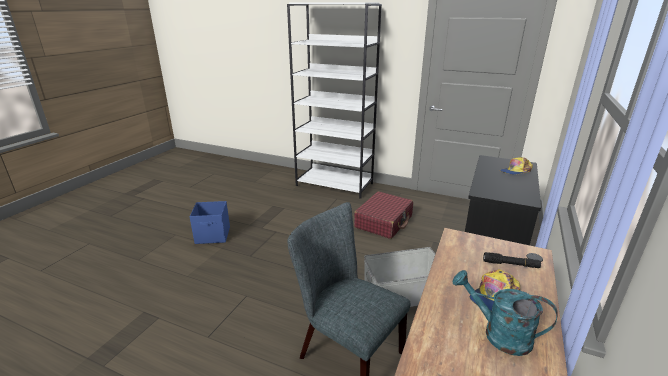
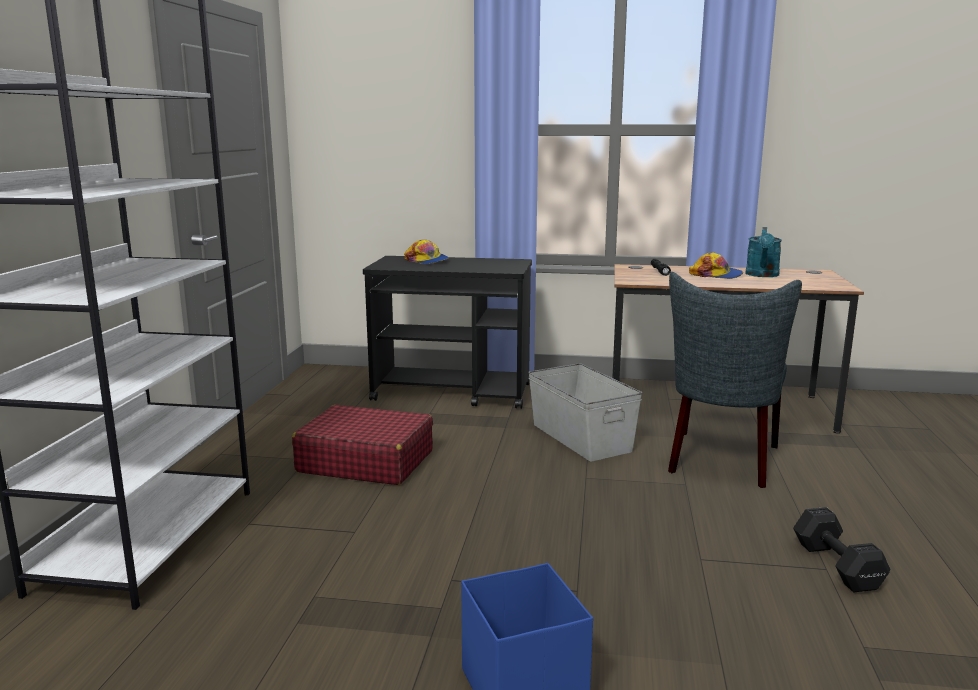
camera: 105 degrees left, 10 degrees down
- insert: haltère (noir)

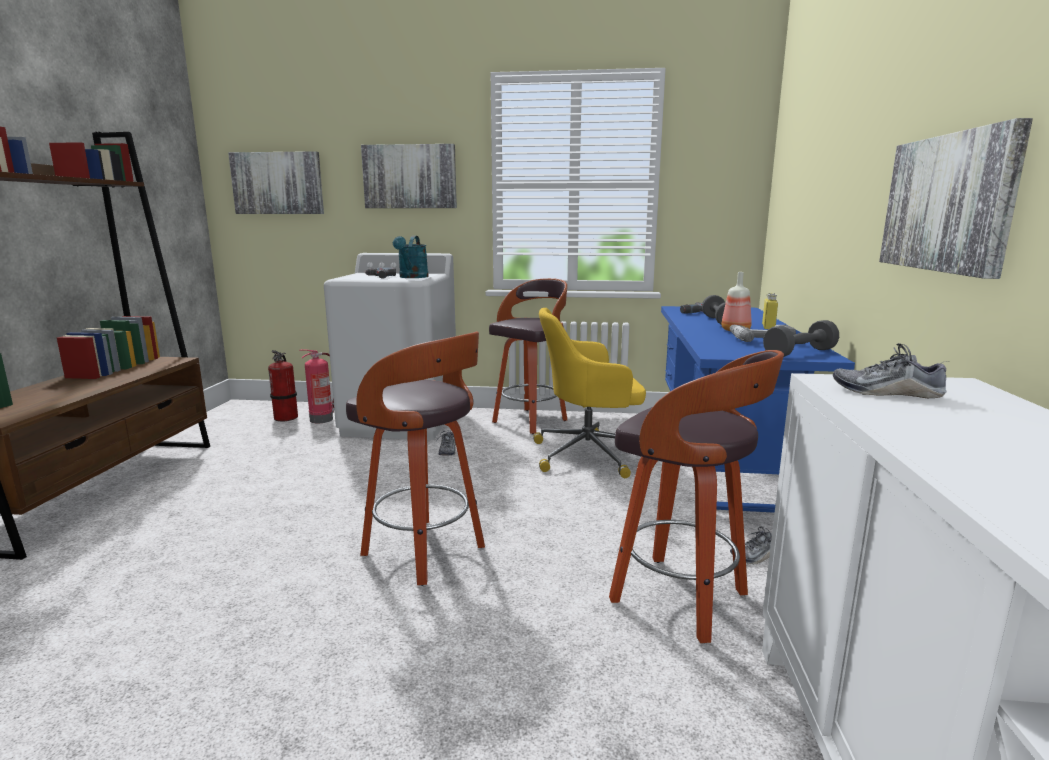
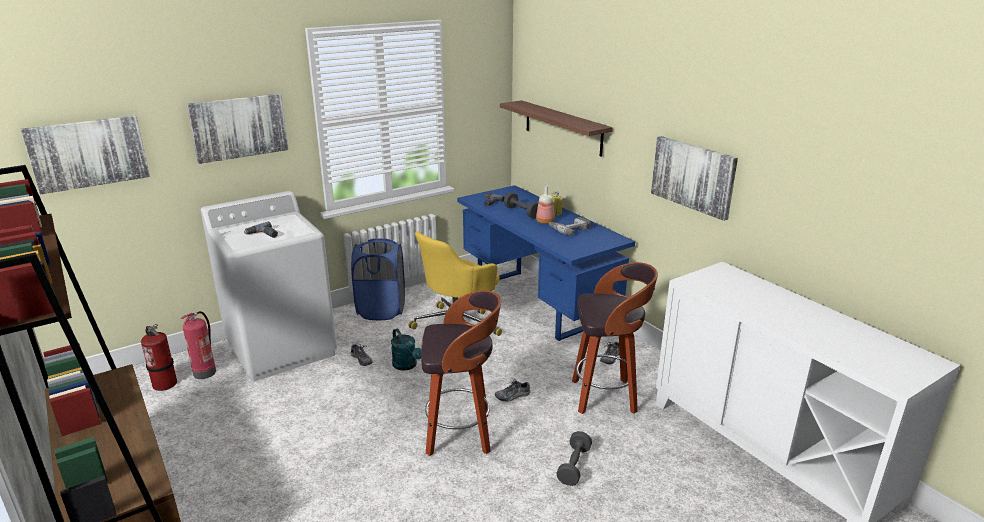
camera: 40 degrees left, 10 degrees up
- replace: tabouret (2nd from left) to panier à linge (bleu)
- move: arrosoir (turquoise)
- move: chaussure (3rd from left in the first image) to chaussure (2nd from left)
- insert: étagère
- move: haltère (gris) (2nd from left)

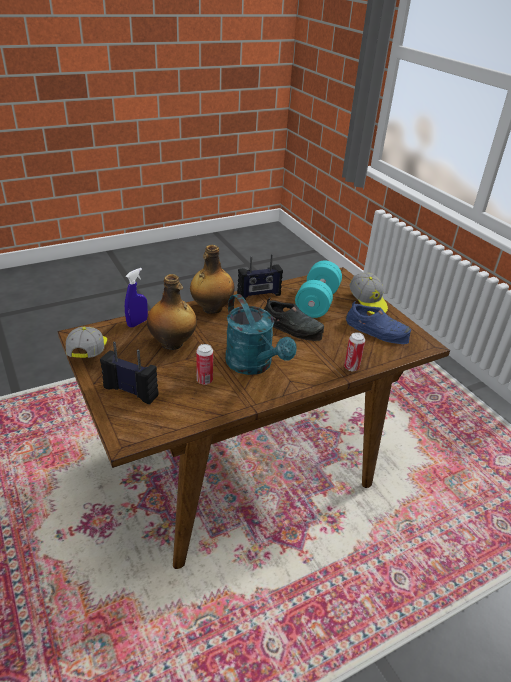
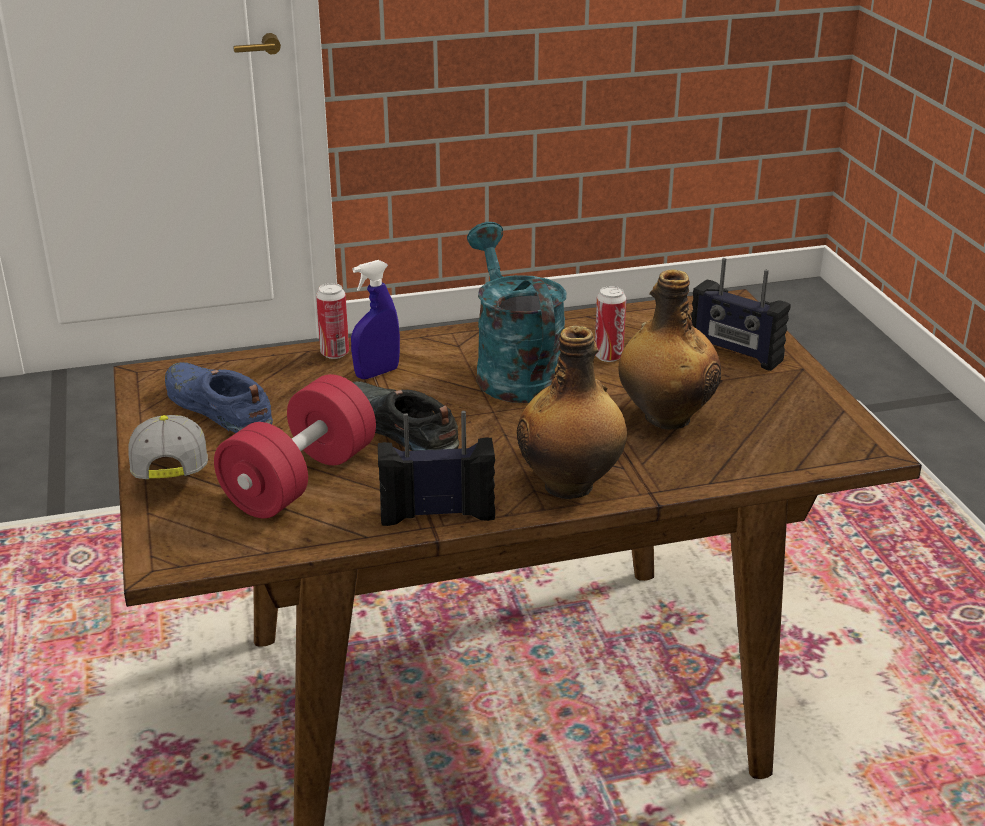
camera: 165 degrees left, 5 degrees down
- recolor: haltère (turquoise) to haltère (rouge)
- move: vaporisateur (bleu)
- delete: casquette (1st from left)

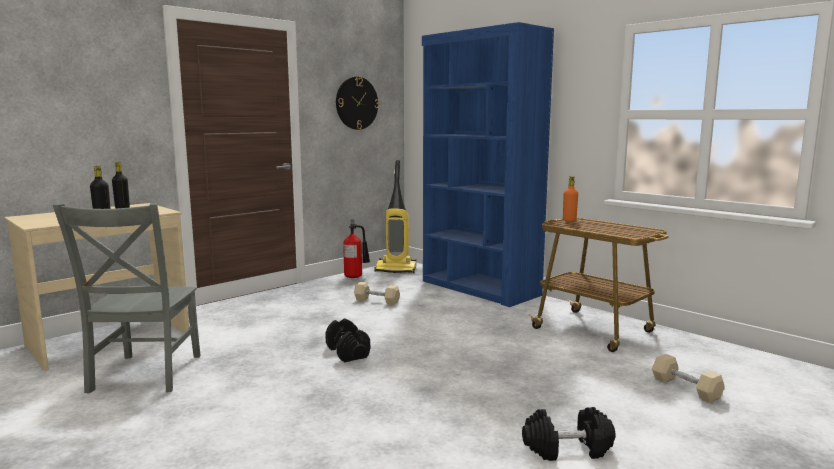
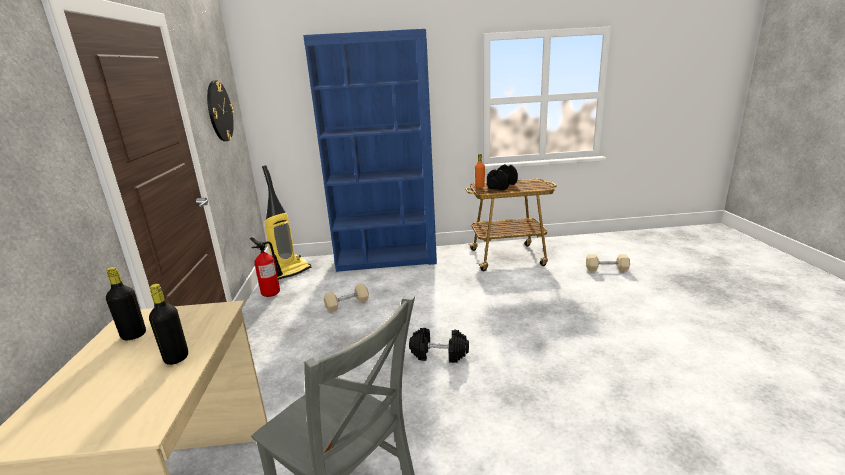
camera: 50 degrees left, 10 degrees up
- move: haltère (noir) (2nd from left)

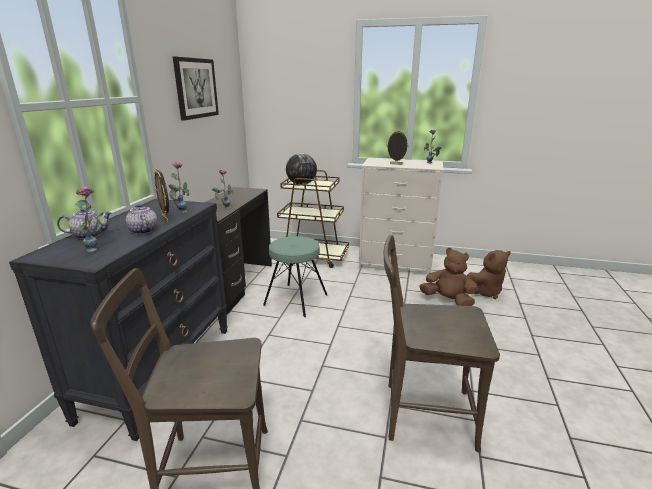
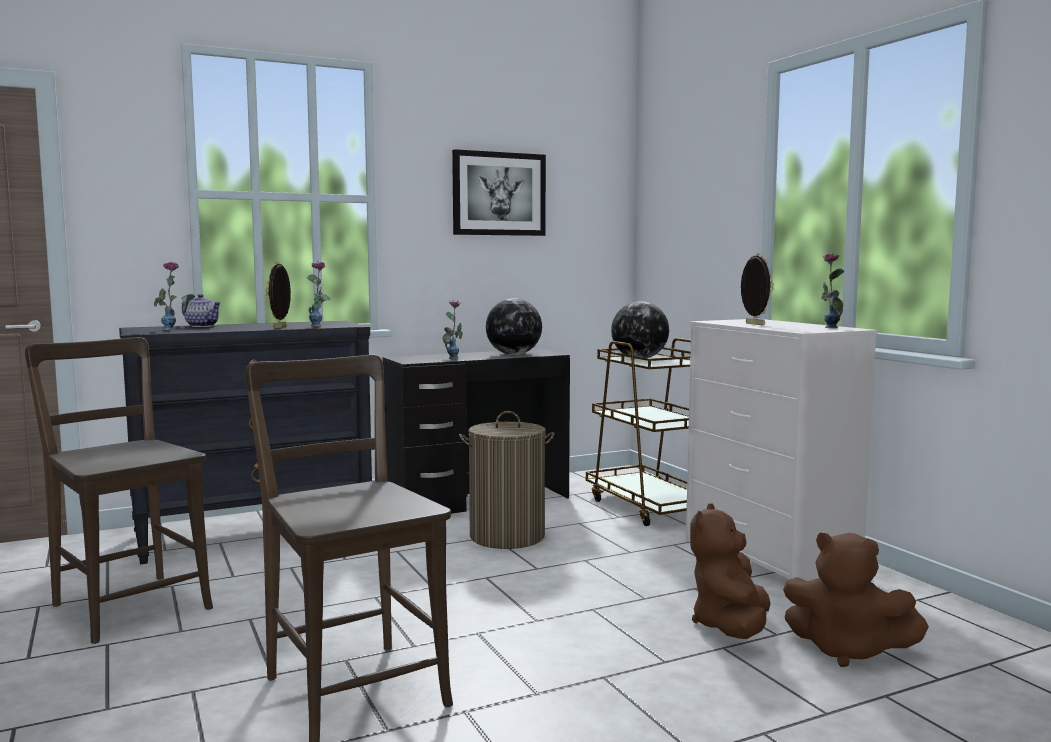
camera: 50 degrees right, 15 degrees down
- replace: tabouret (turquoise) to panier à linge
- insert: globe (1st from left)
- rotate: peluche (marron) (1st from left) 150 degrees counterclockwise
- delete: théière (2nd from left)

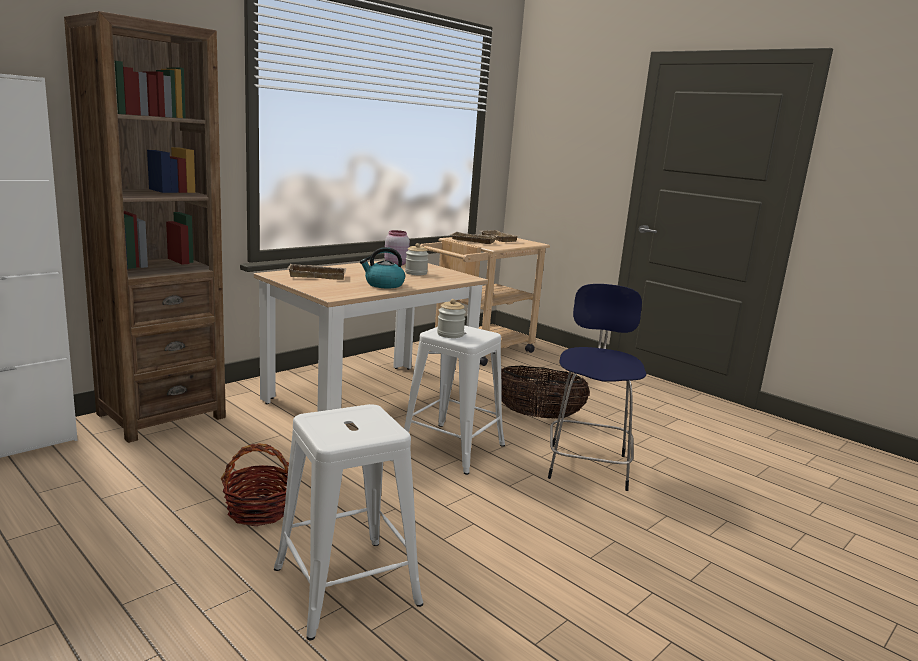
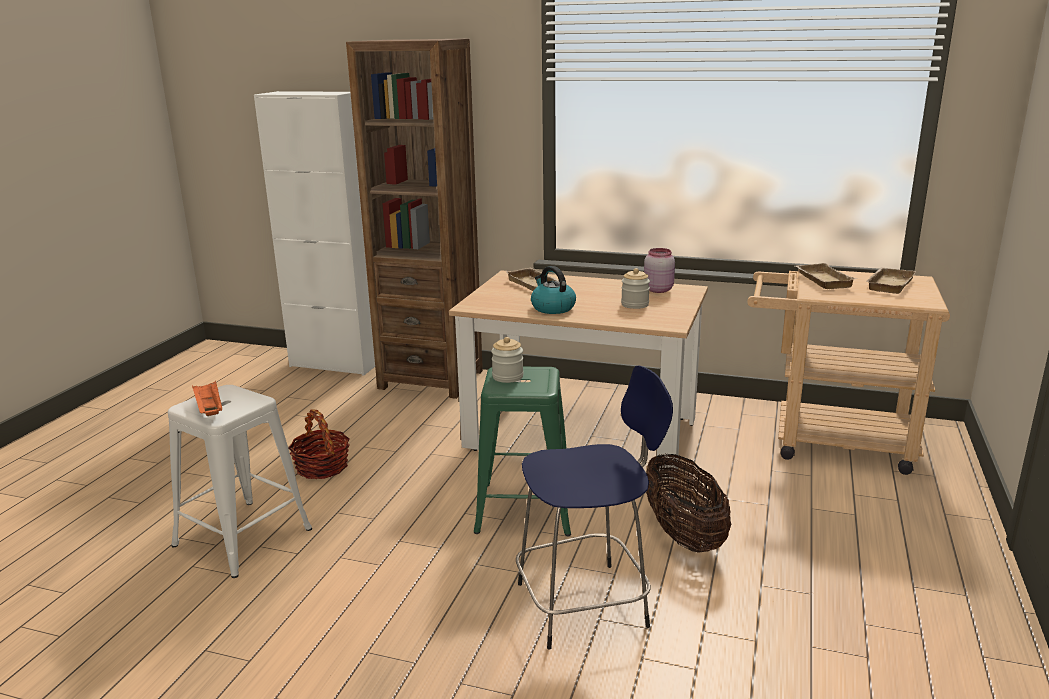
camera: 65 degrees right, 5 degrees up
- insert: plateau (orange)
- recolor: tabouret (blanc) (2nd from left) to tabouret (vert)

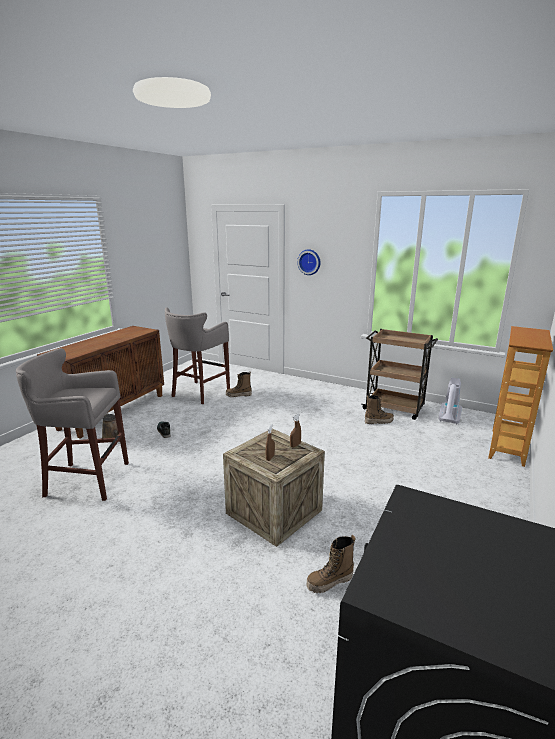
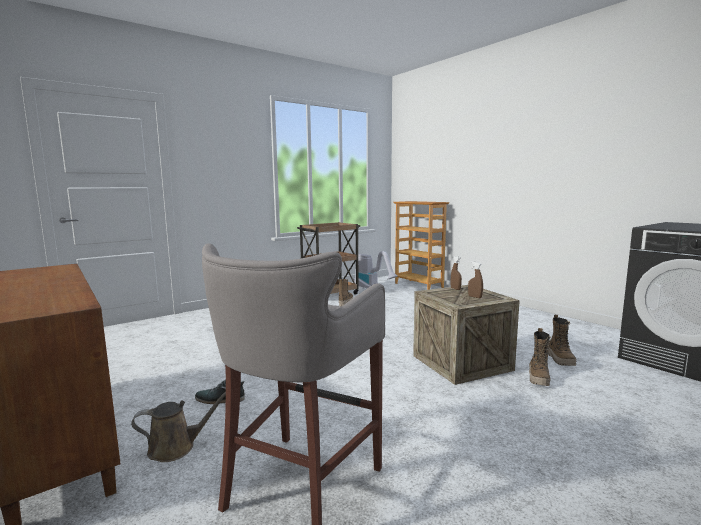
camera: 65 degrees left, 10 degrees down
- move: botte (1st from left in the first image) to botte (2nd from left)
- delete: tabouret (gris) (2nd from left)
- delete: horloge murale

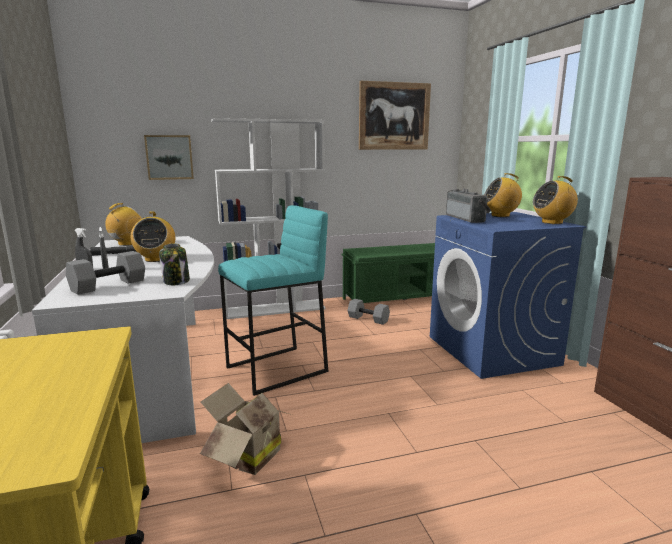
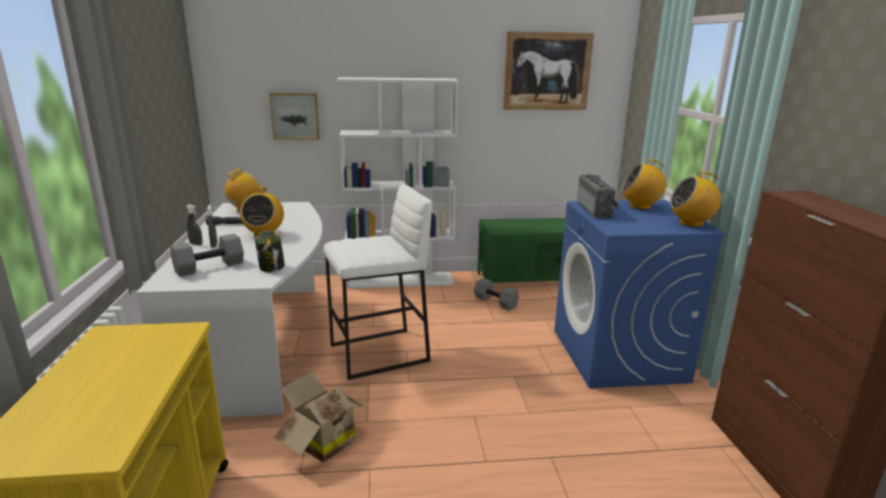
camera: 10 degrees right, 5 degrees up
- recolor: tabouret (turquoise) to tabouret (blanc)

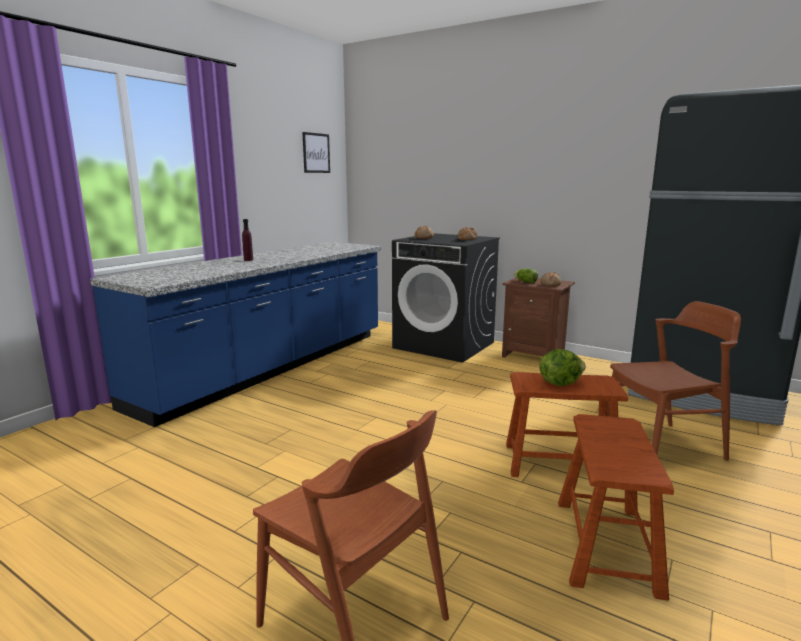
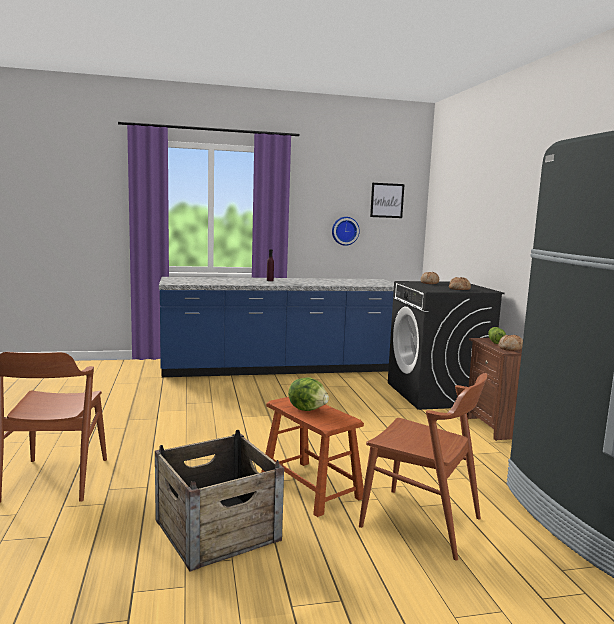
camera: 45 degrees right, 5 degrees down
- replace: tabouret (marron) (2nd from left) to caisse
- insert: horloge murale

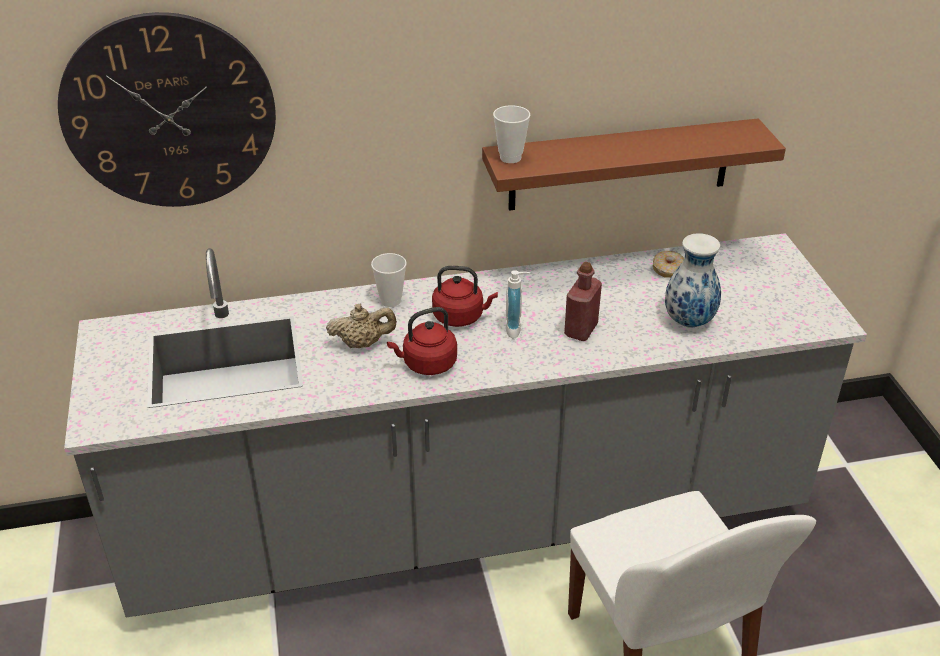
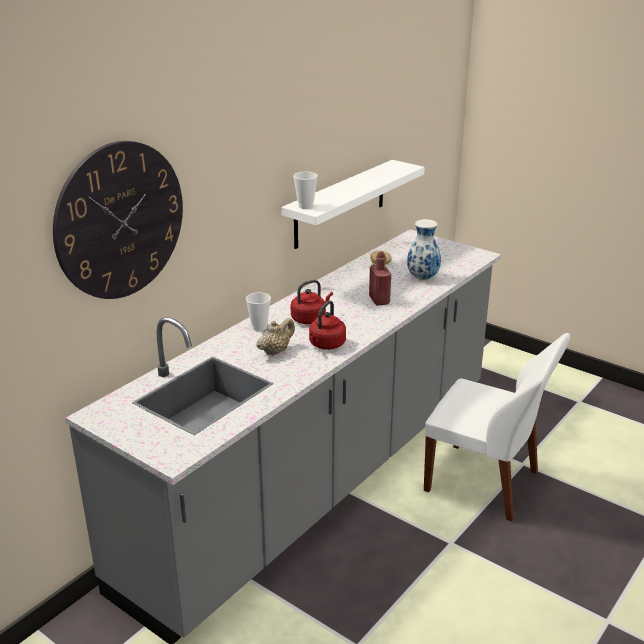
camera: 40 degrees left, 10 degrees down
- recolor: étagère (marron) to étagère (blanc)
- delete: distributeur de savon

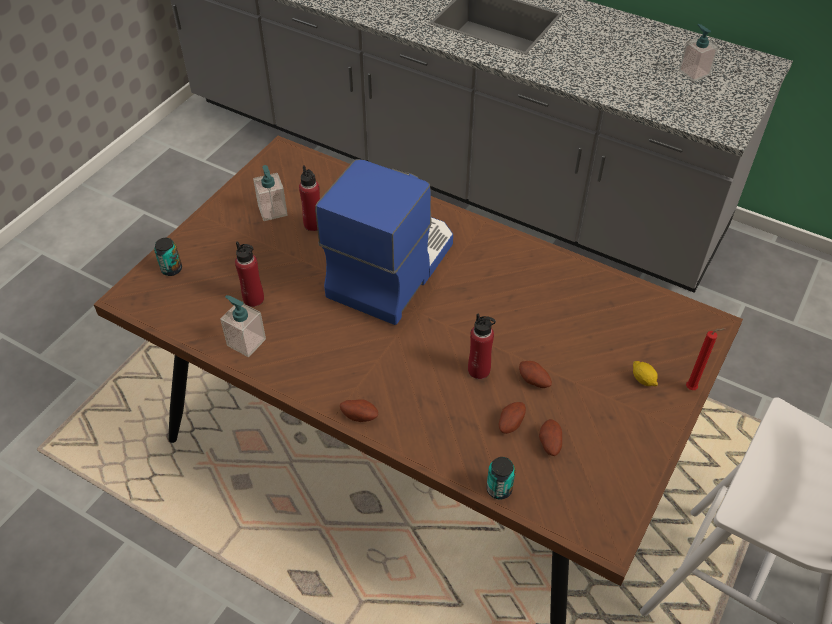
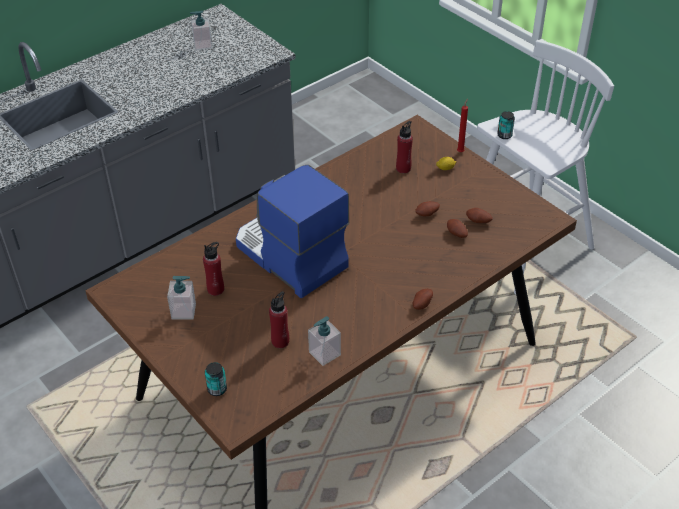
camera: 70 degrees left, 5 degrees down
- move: bouteille (rouge) (3rd from left)
- move: boîte métallique (2nd from left)

